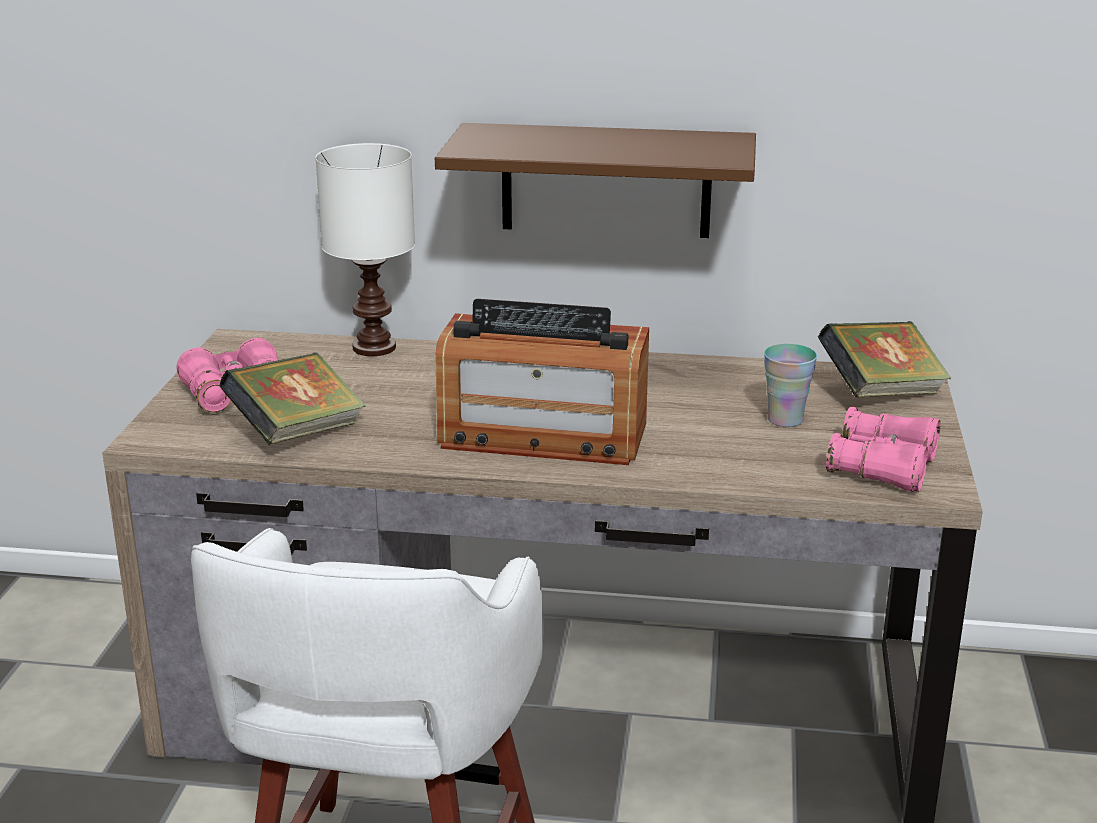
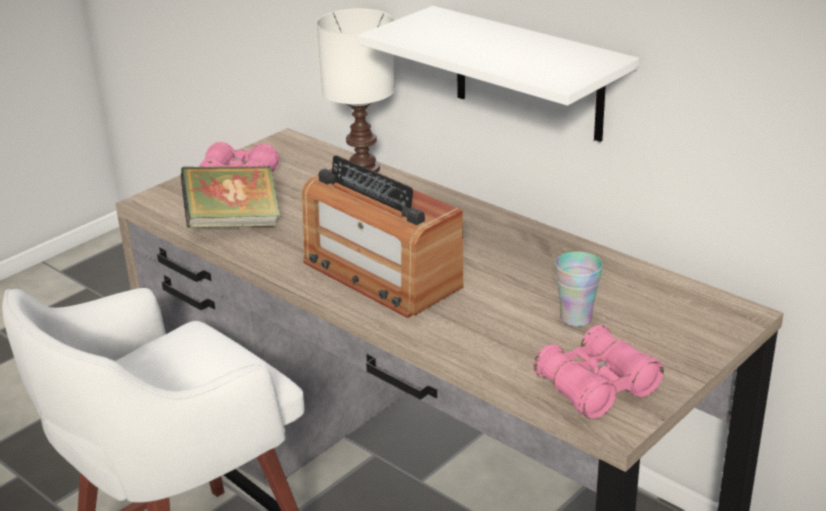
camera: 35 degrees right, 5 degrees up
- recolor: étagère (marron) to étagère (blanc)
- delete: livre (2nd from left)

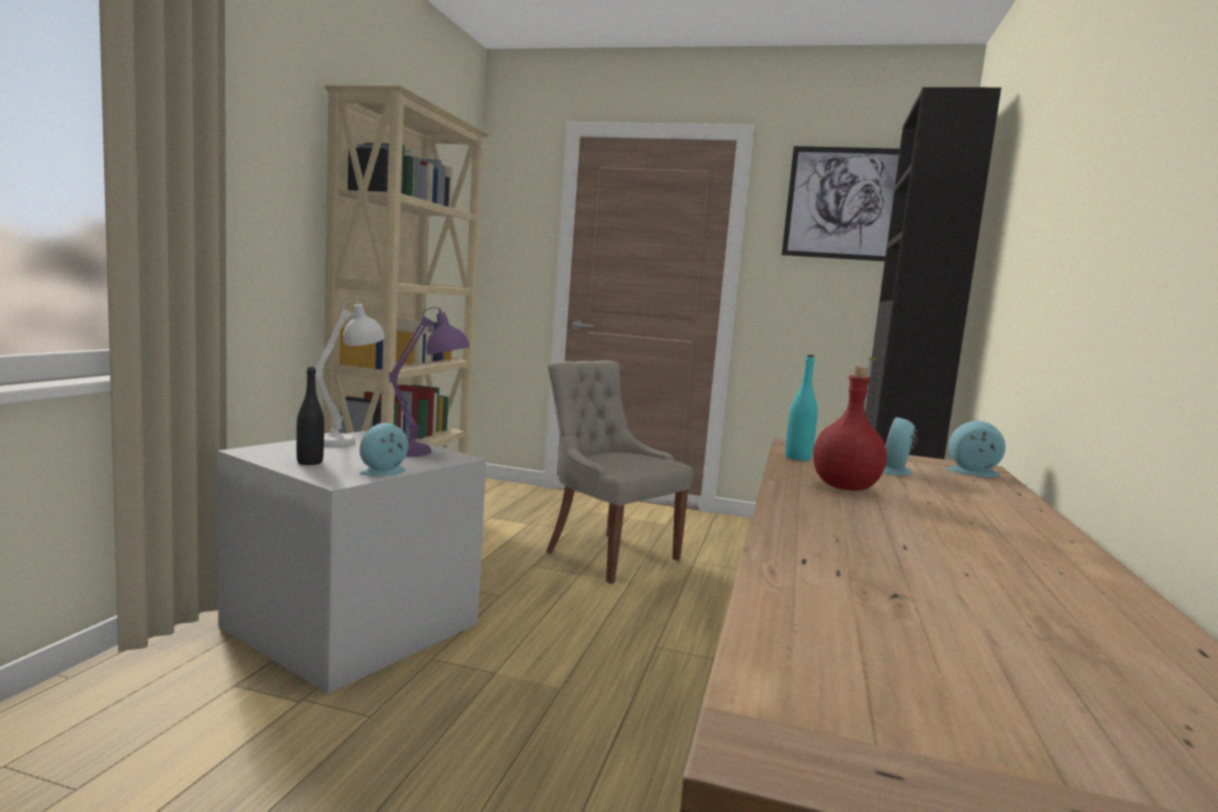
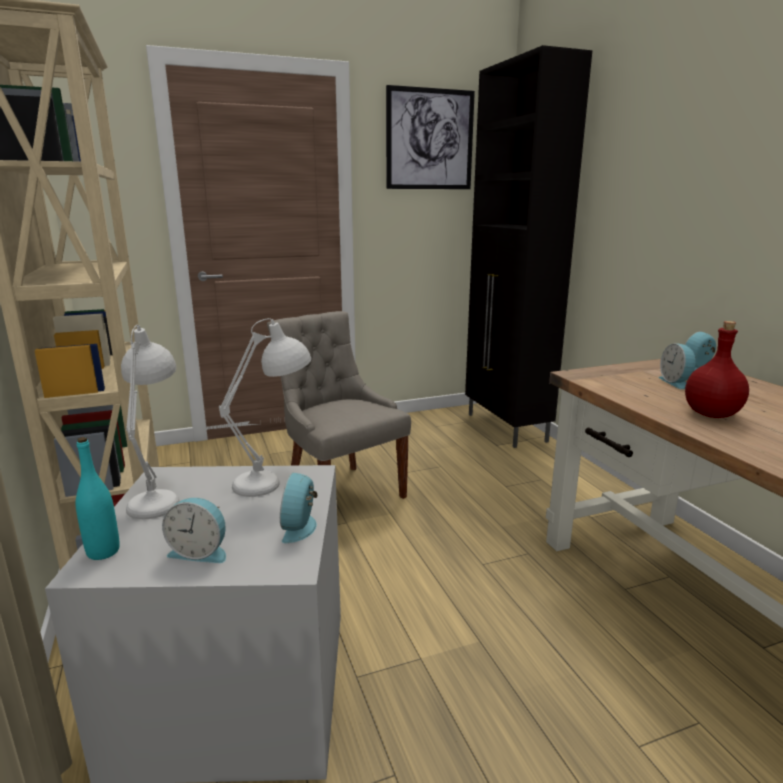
camera: 35 degrees left, 10 degrees up
- move: bouteille (turquoise)
- replace: bouteille (noir) to réveil (1st from left)
- recolor: lampe de table (violet) to lampe de table (blanc) (2nd from left)
- rotate: chaise (gris) 45 degrees clockwise

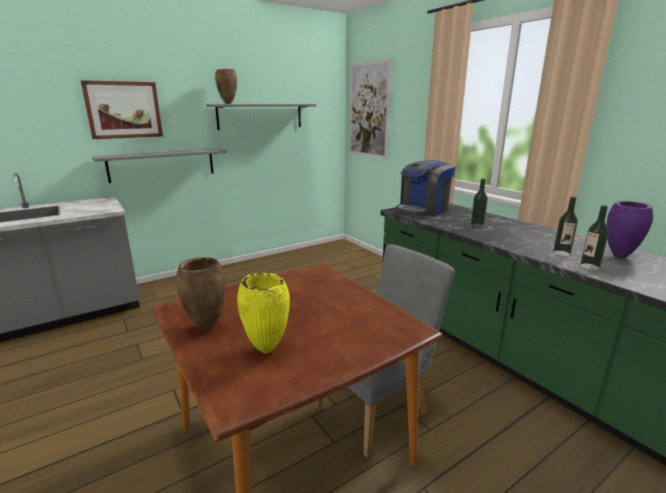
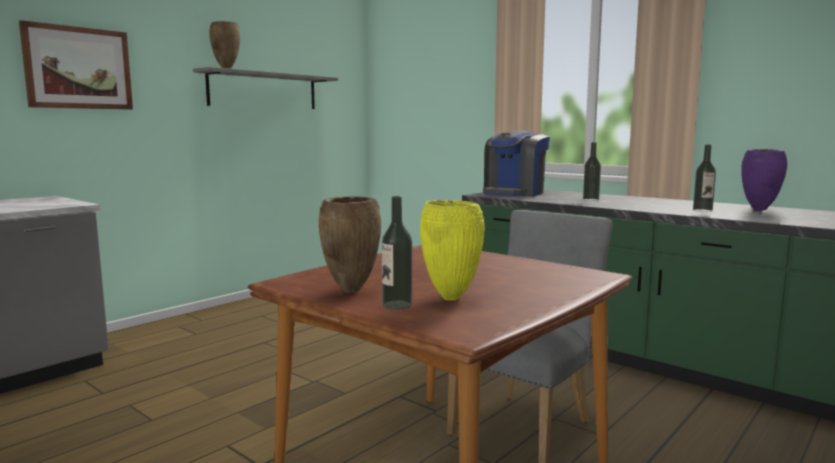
camera: 15 degrees left, 10 degrees down
- move: bouteille (3rd from left in the first image) to bouteille (1st from left)
- delete: étagère (gris) (1st from left)
- delete: tableau (2nd from left)

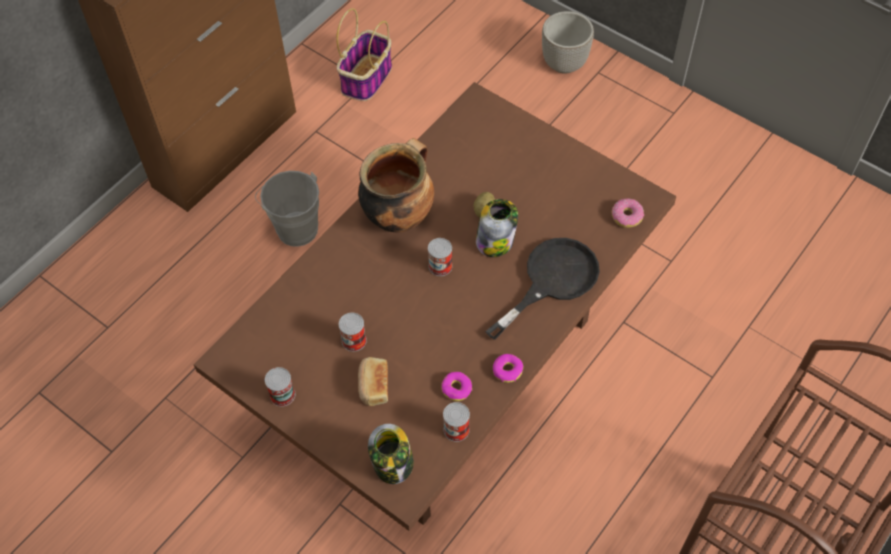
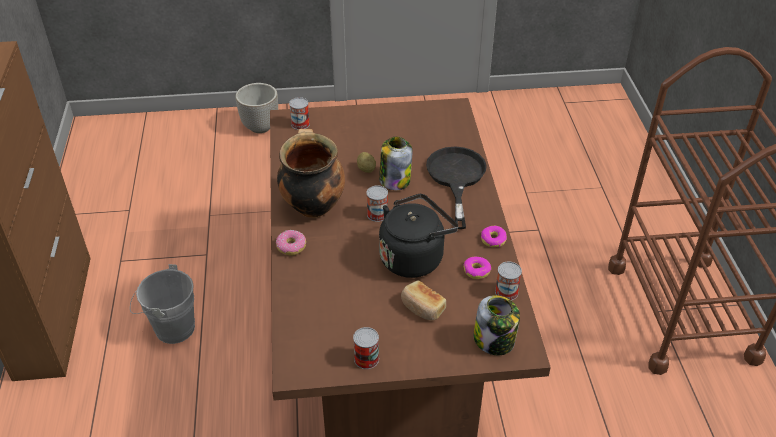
camera: 45 degrees left, 15 degrees down
- move: beignet (3rd from left in the first image) to beignet (1st from left)
- move: boîte métallique (2nd from left in the first image) to boîte métallique (1st from left)
- insert: bouilloire (noir)
- delete: panier

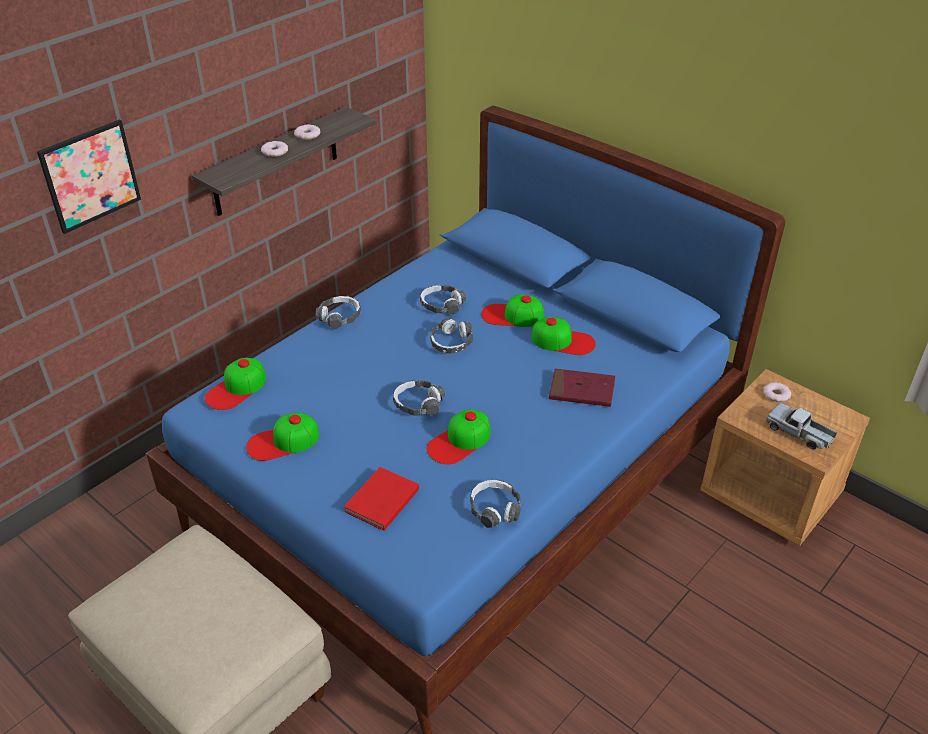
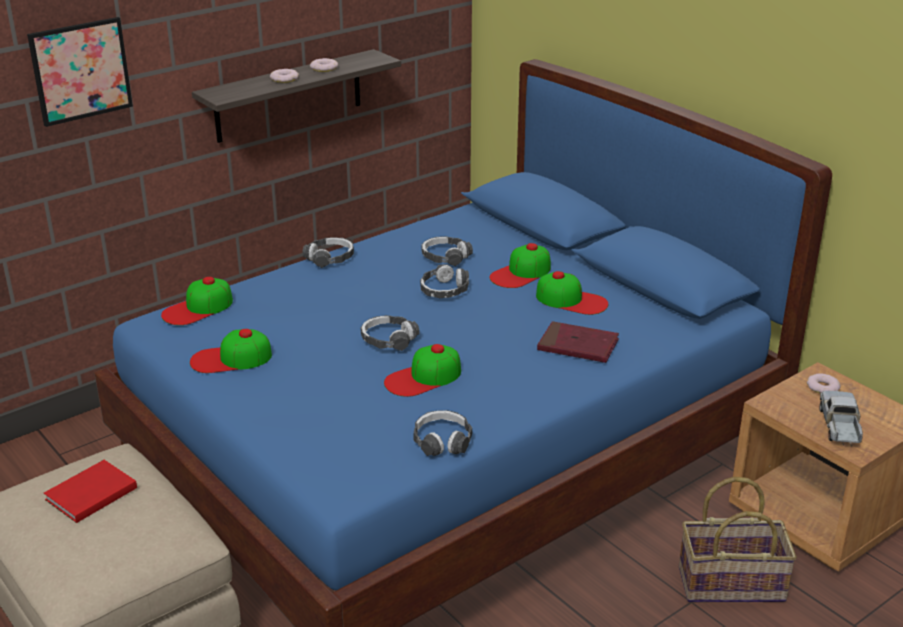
camera: 10 degrees right, 10 degrees down
- move: livre (rouge) (1st from left)
- rotate: casquette (4th from left) 60 degrees counterclockwise
- insert: panier
- rotate: camion jouet 45 degrees clockwise

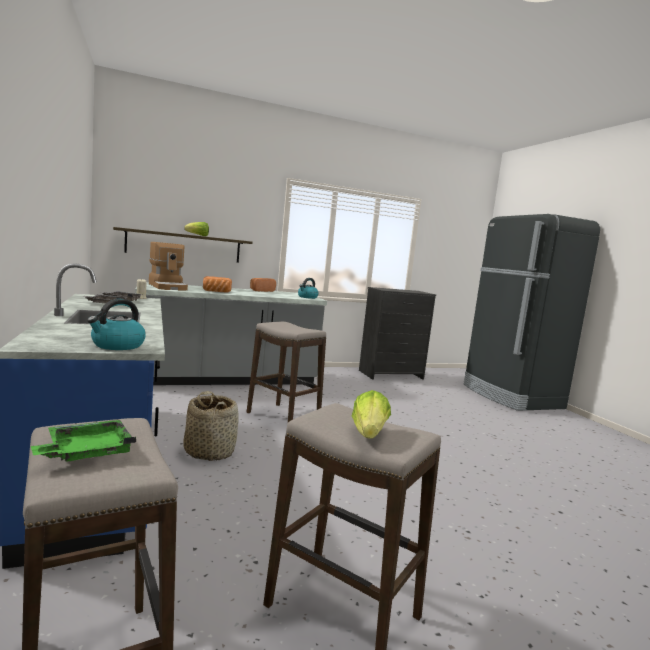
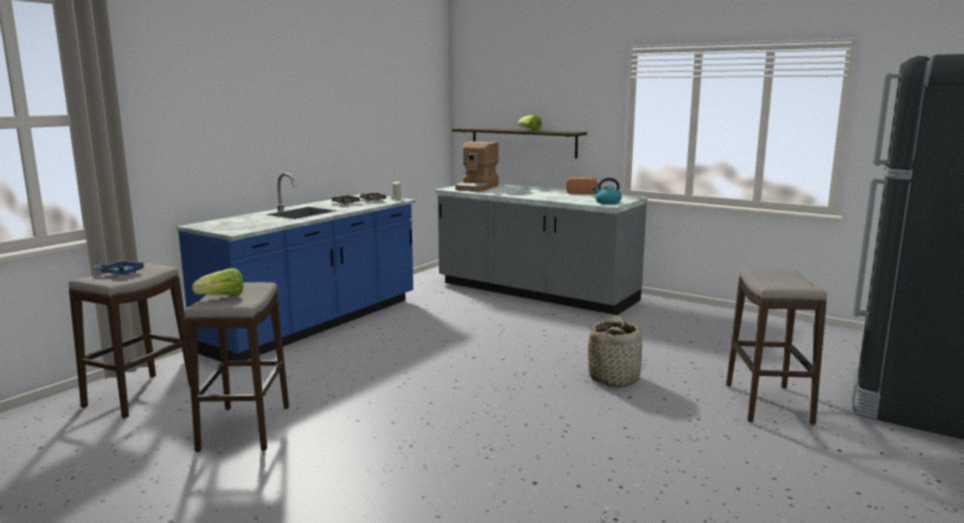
camera: 55 degrees right, 5 degrees up
- recolor: plateau (vert) to plateau (bleu)
- move: panier
- move: tabouret (2nd from left in the first image) to tabouret (3rd from left)
- delete: bouilloire (1st from left)
- delete: pain (1st from left)
- delete: commode (noir)

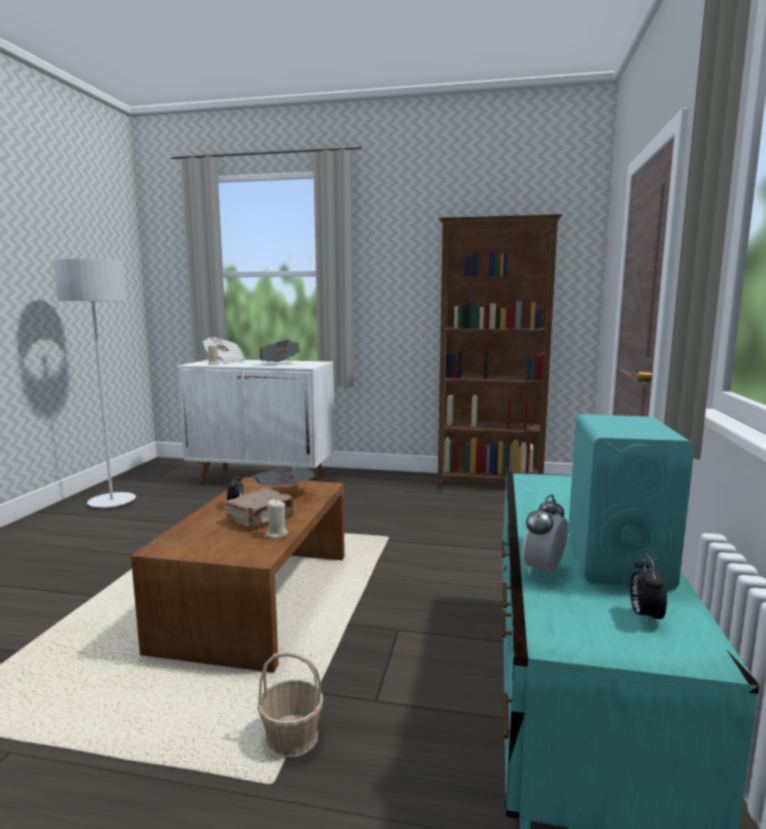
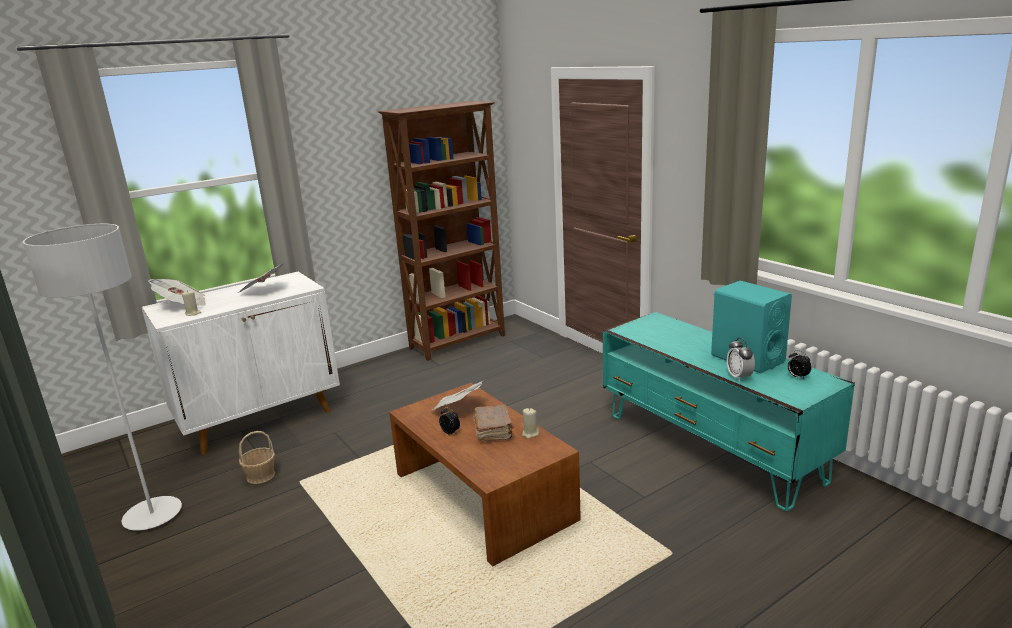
camera: 45 degrees left, 10 degrees up
- move: panier

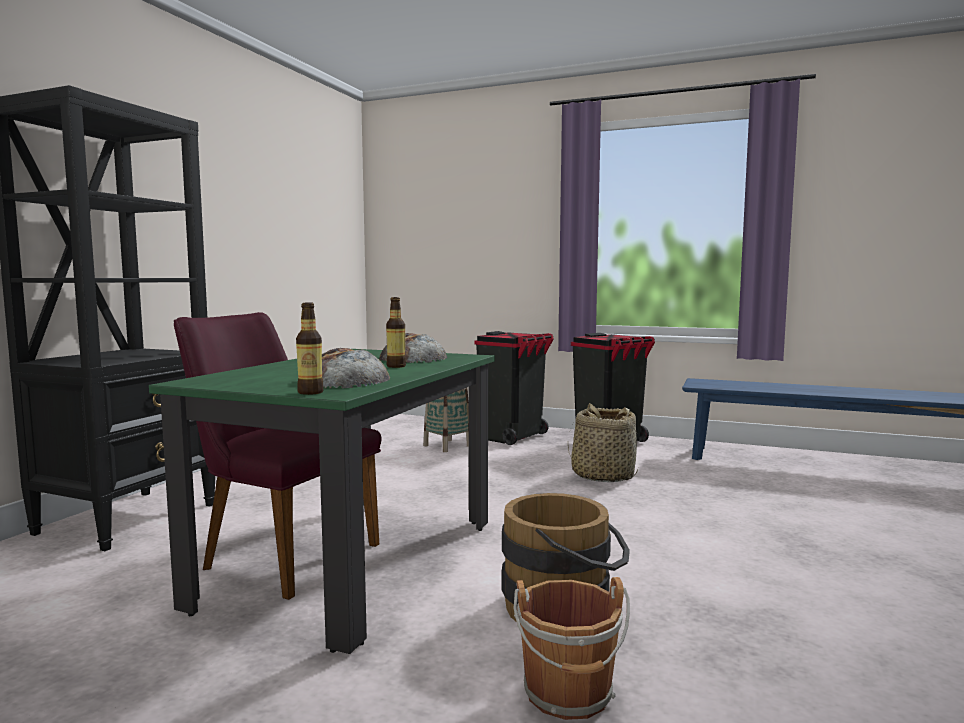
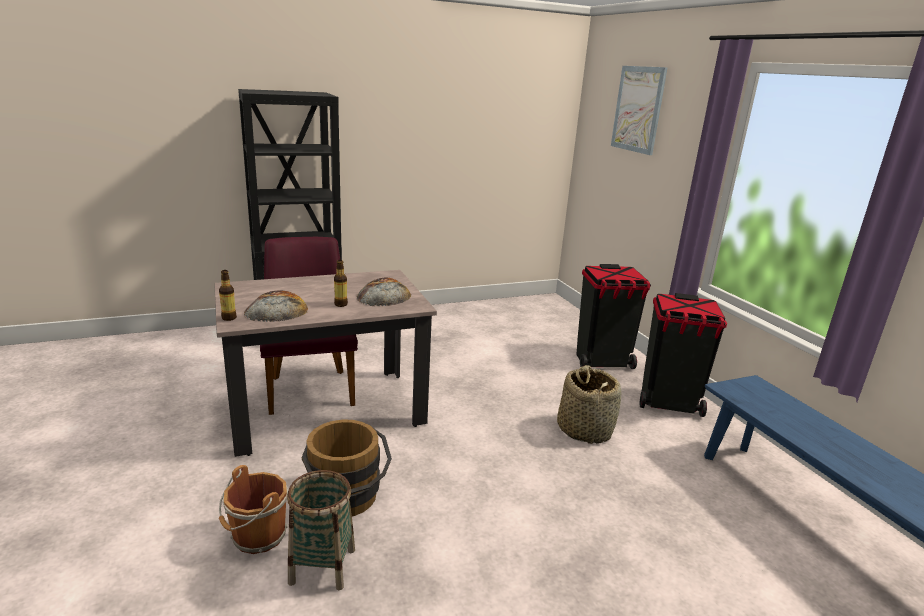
camera: 45 degrees right, 15 degrees up
- recolor: table à manger (vert) to table à manger (beige)
- move: panier (1st from left)
- insert: tableau

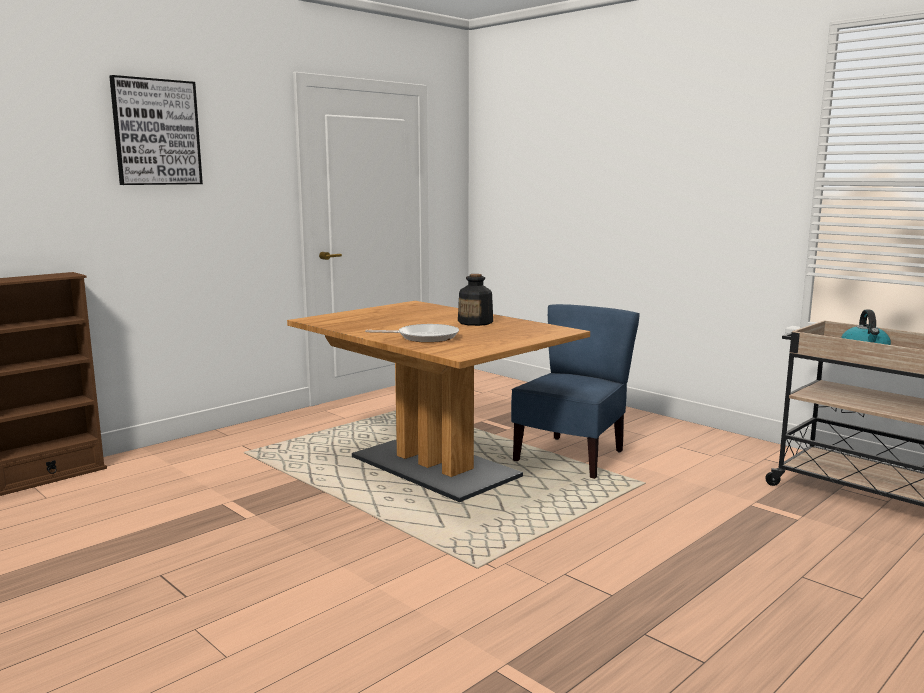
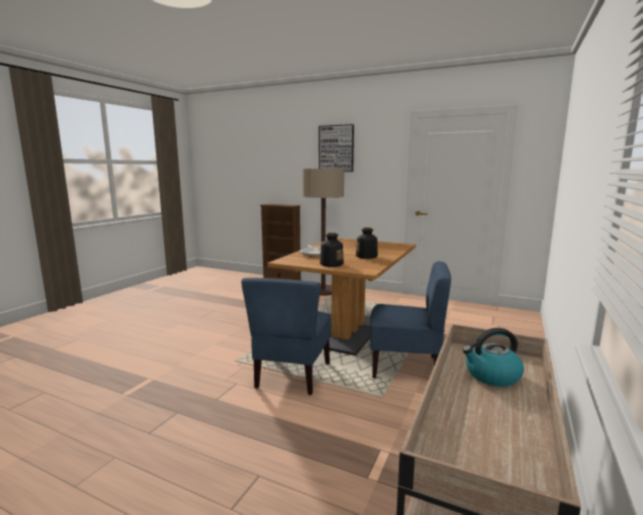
camera: 70 degrees right, 0 degrees up
- insert: chaise (bleu) (1st from left)
- insert: lampadaire
- insert: bouteille (1st from left)

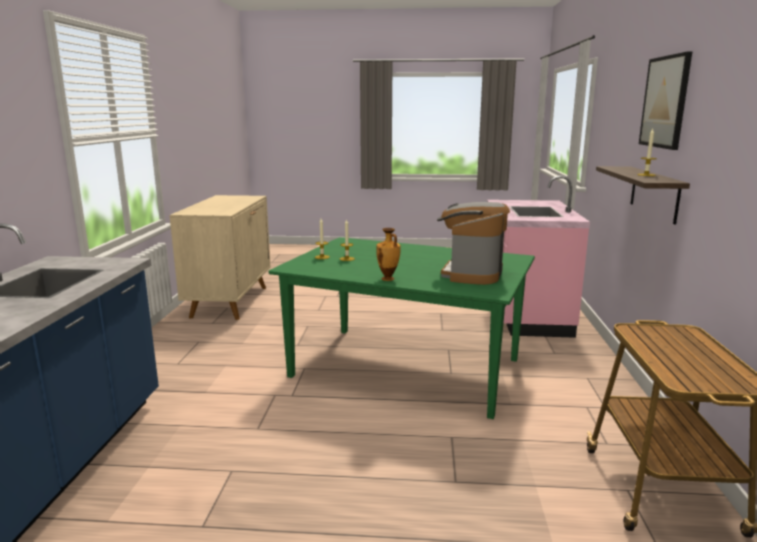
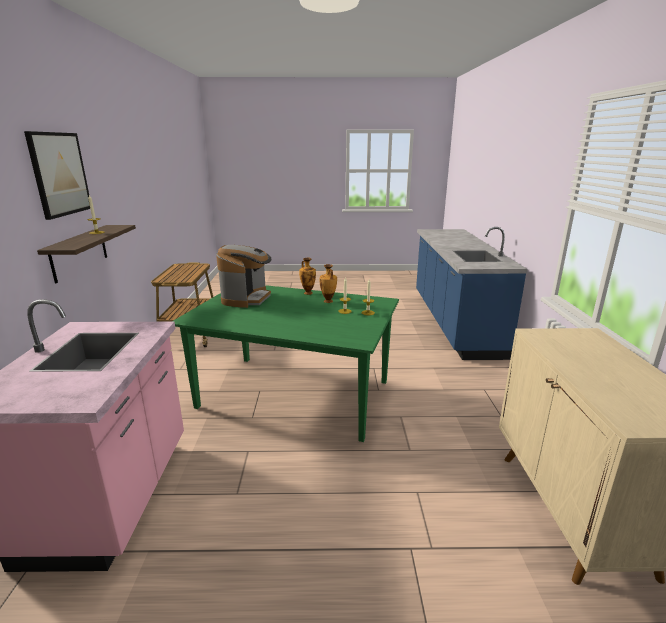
camera: 175 degrees right, 5 degrees up
- insert: vase (2nd from left)

